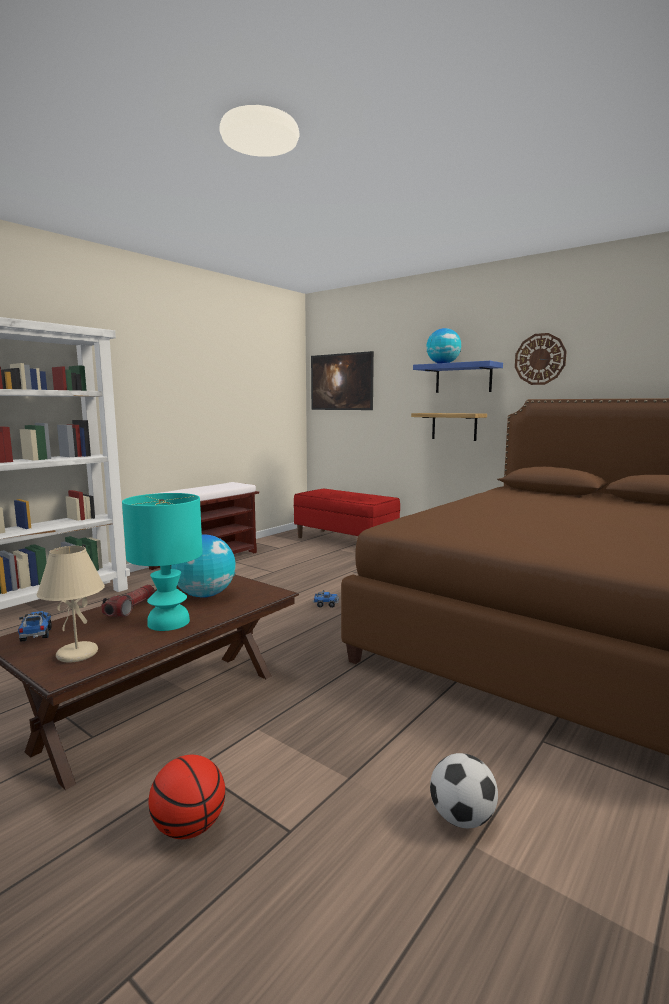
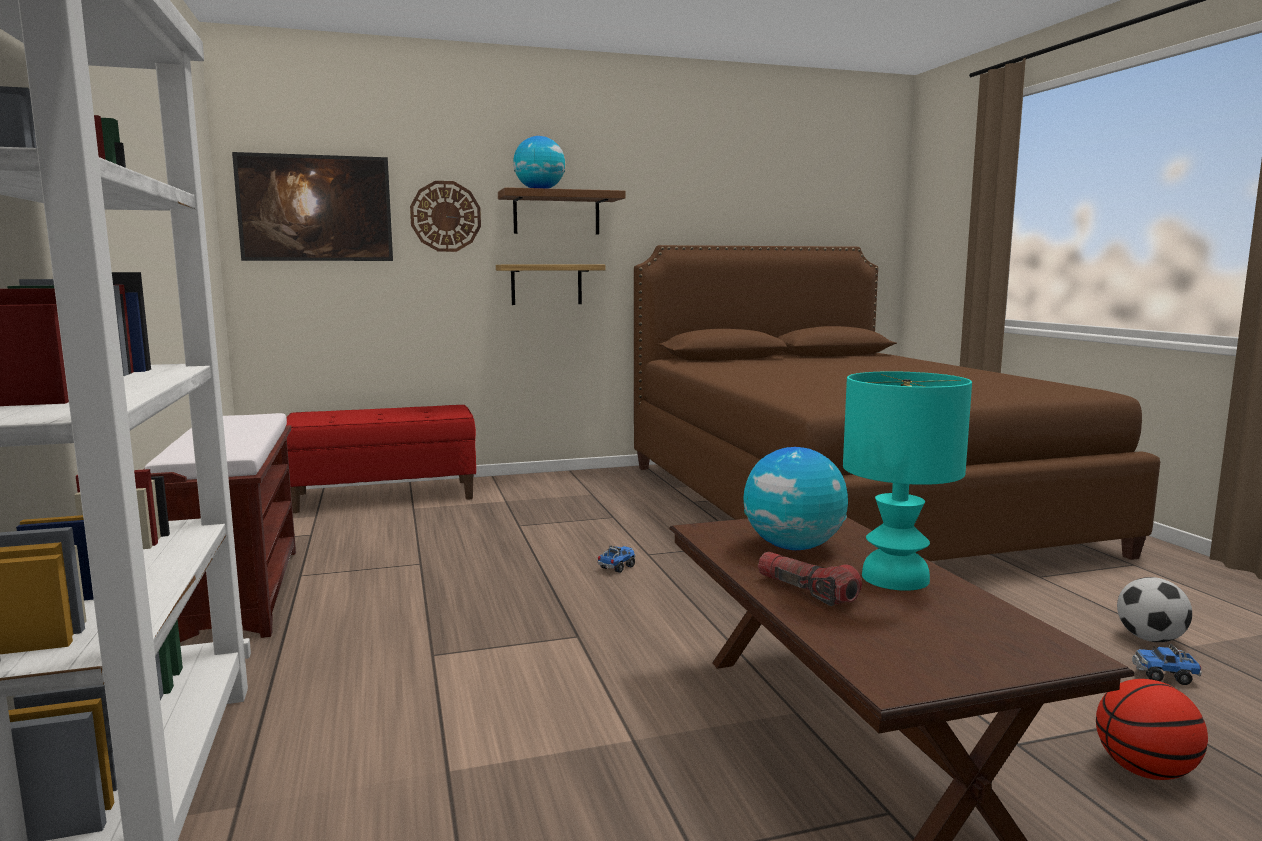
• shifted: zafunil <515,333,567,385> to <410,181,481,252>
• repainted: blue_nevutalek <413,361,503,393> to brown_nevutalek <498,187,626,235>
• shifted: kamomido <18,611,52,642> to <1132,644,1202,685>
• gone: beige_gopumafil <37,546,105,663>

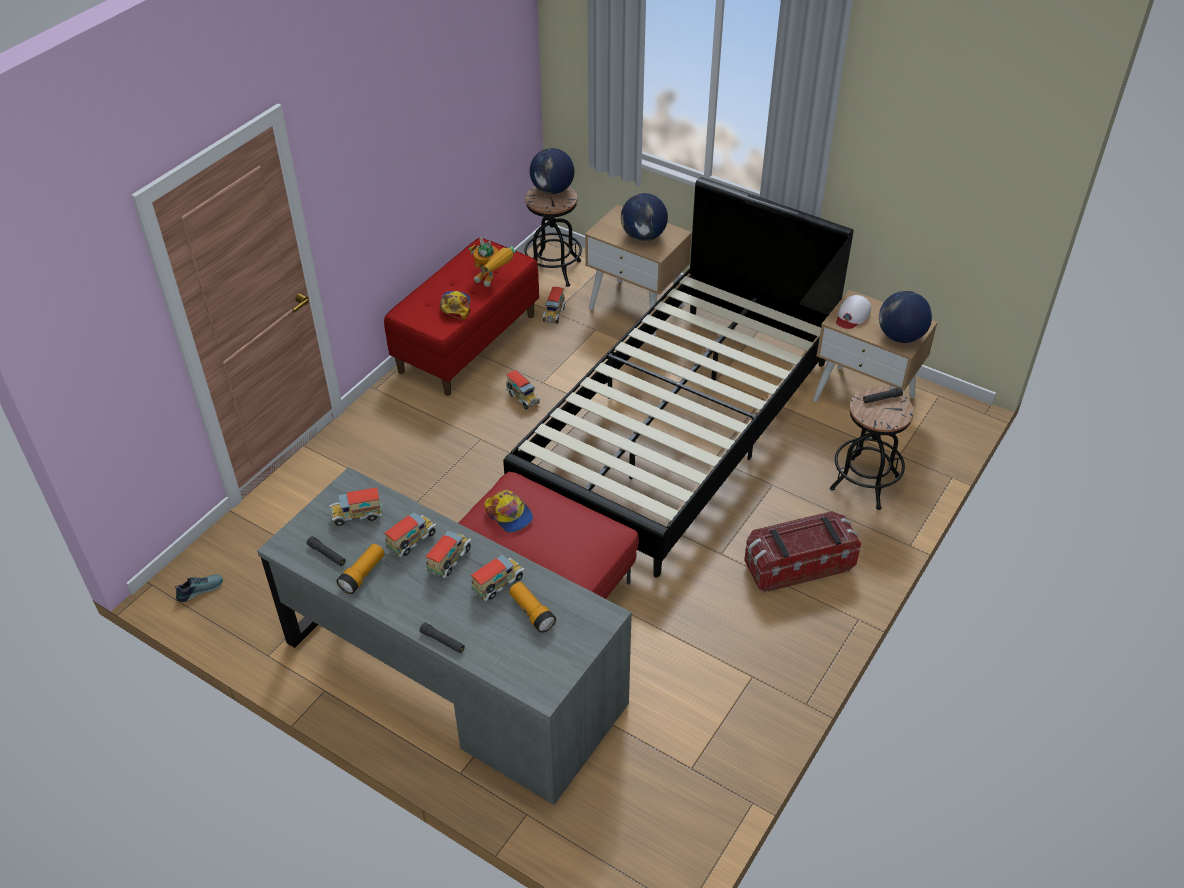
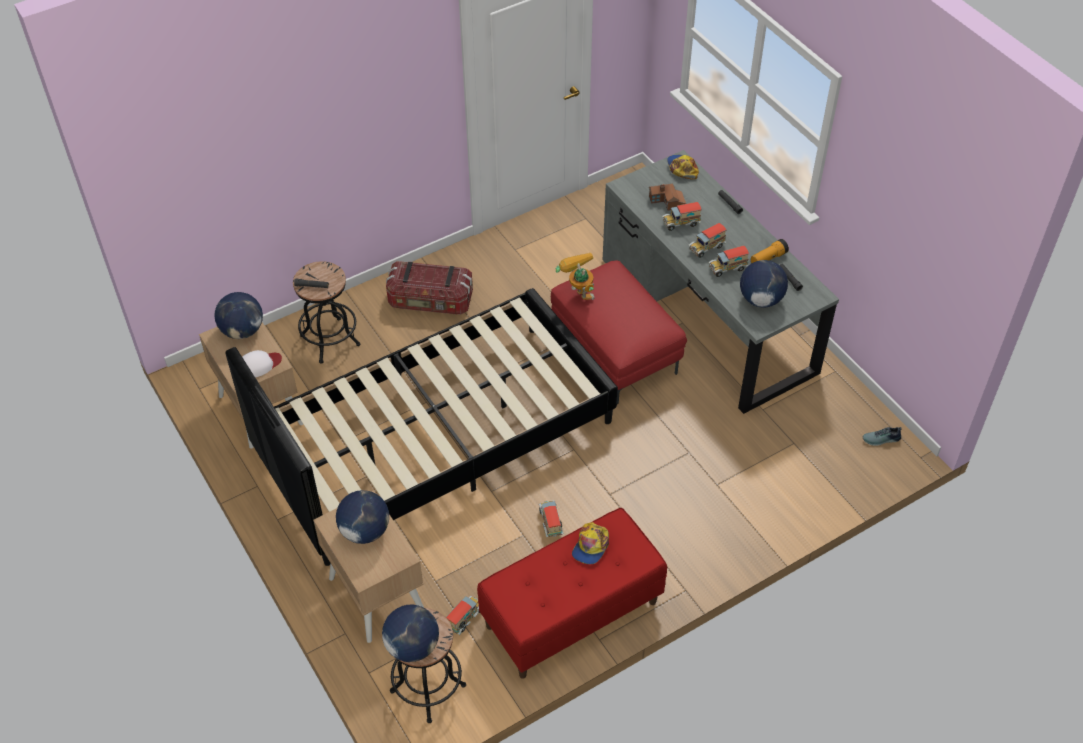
• shifted: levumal <469,237,516,287> to <556,253,595,300>
• swapped: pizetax <509,582,556,633> to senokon <649,184,686,211>
• shifted: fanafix <484,490,533,533> to <667,155,699,179>
• swapped: kamomido <329,487,382,526> to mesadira <740,260,788,308>

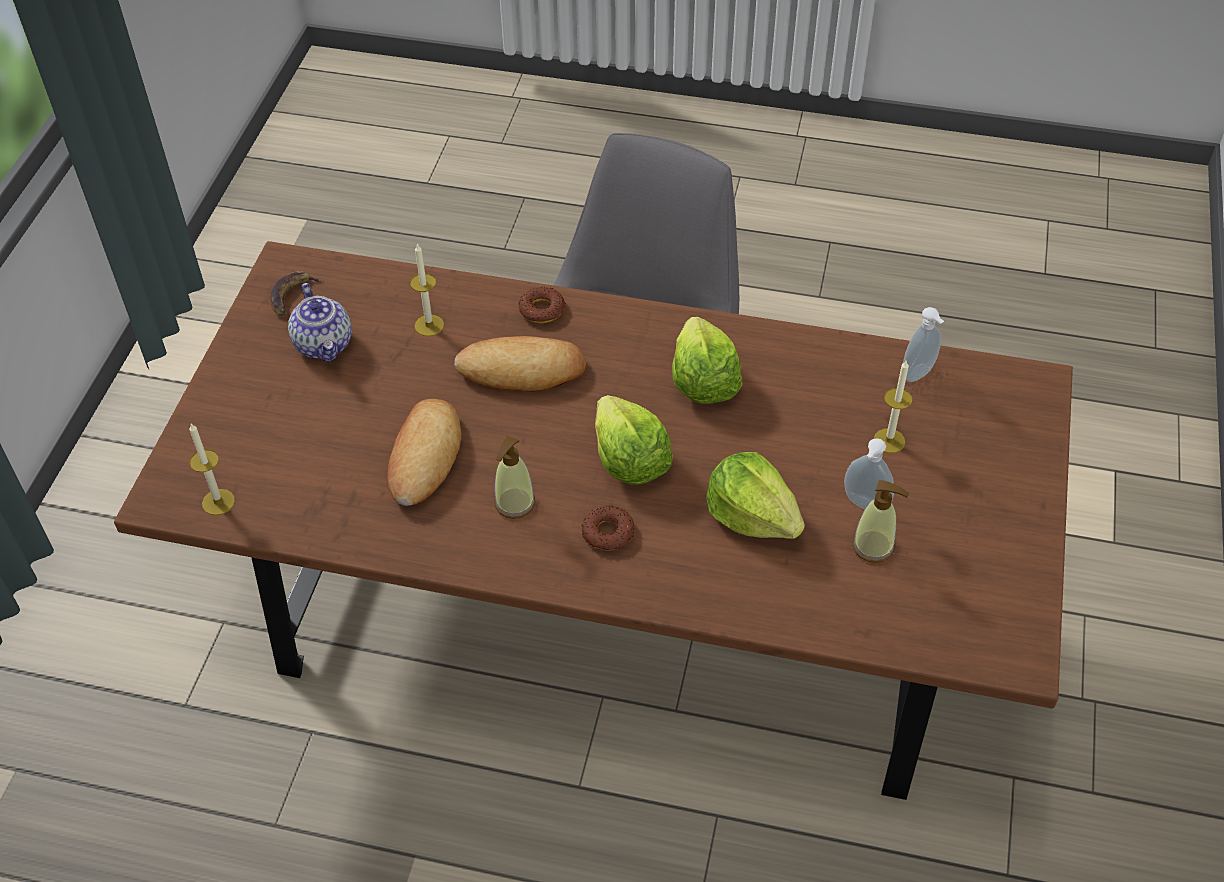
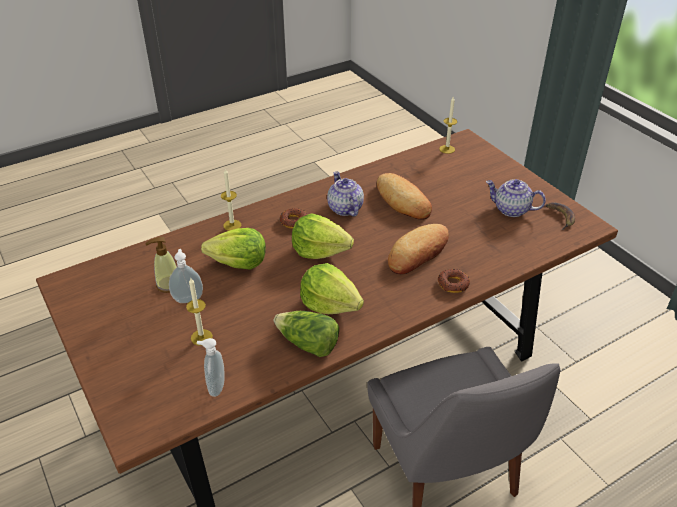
• shifted: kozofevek <410,243,444,336> to <221,169,241,231>
• new: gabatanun <274,311,339,357>
• swapped: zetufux <494,436,536,519> to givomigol <327,171,364,217>

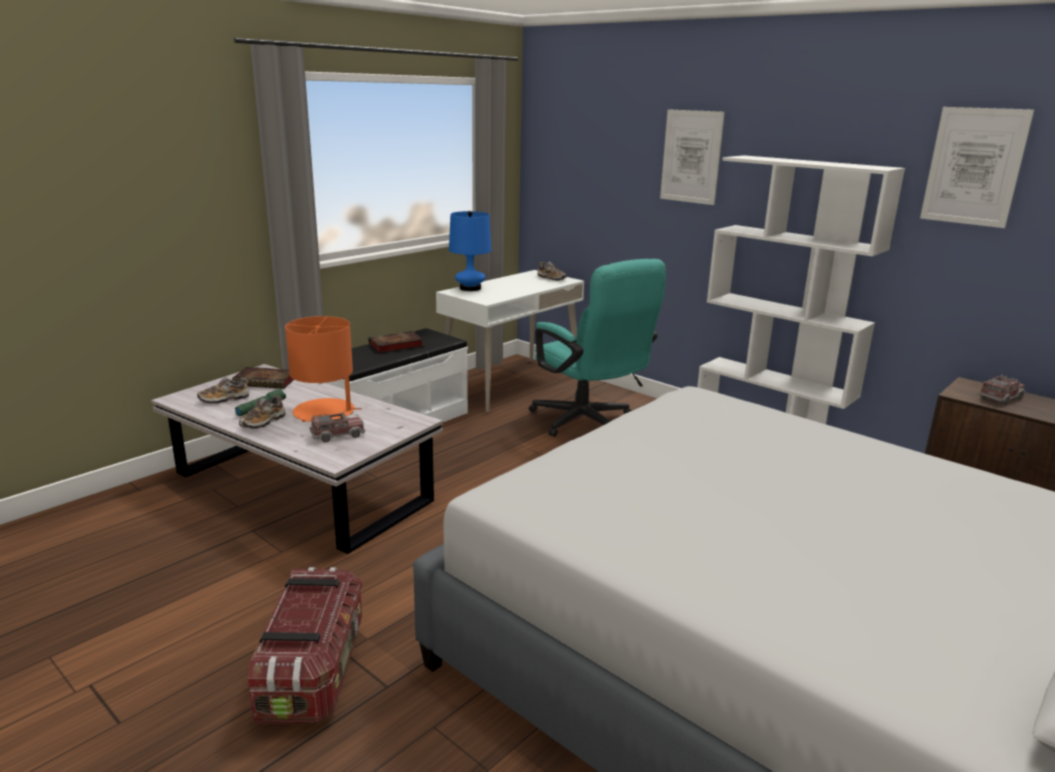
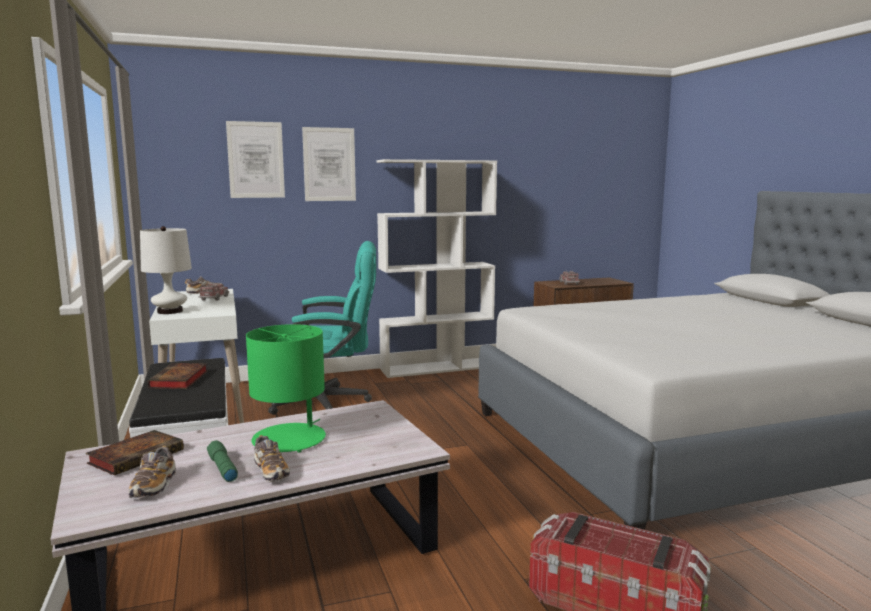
• repainted: blue_gopumafil <449,211,491,291> to white_gopumafil <140,226,192,314>
• shifted: kamomido <309,412,365,442> to <199,283,229,301>
• shifted: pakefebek <920,107,1034,228> to <226,121,285,198>
• repainted: orange_gopumafil <285,316,362,422> to green_gopumafil <246,324,326,453>

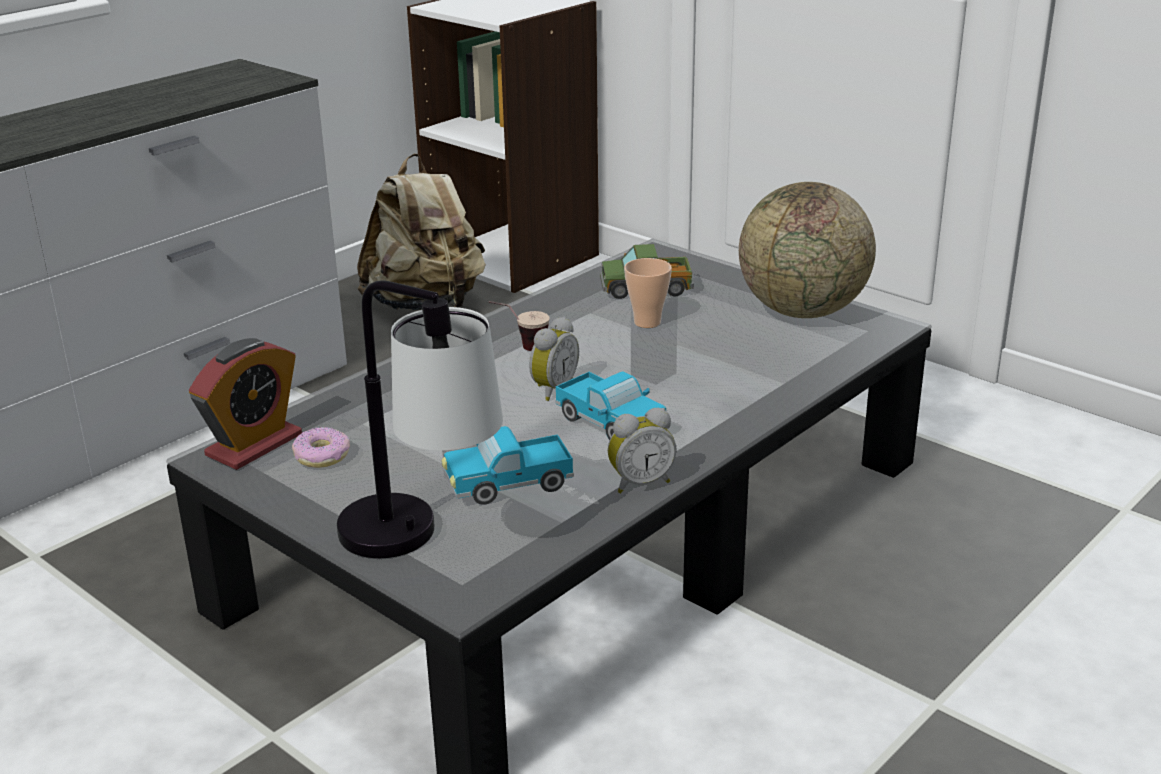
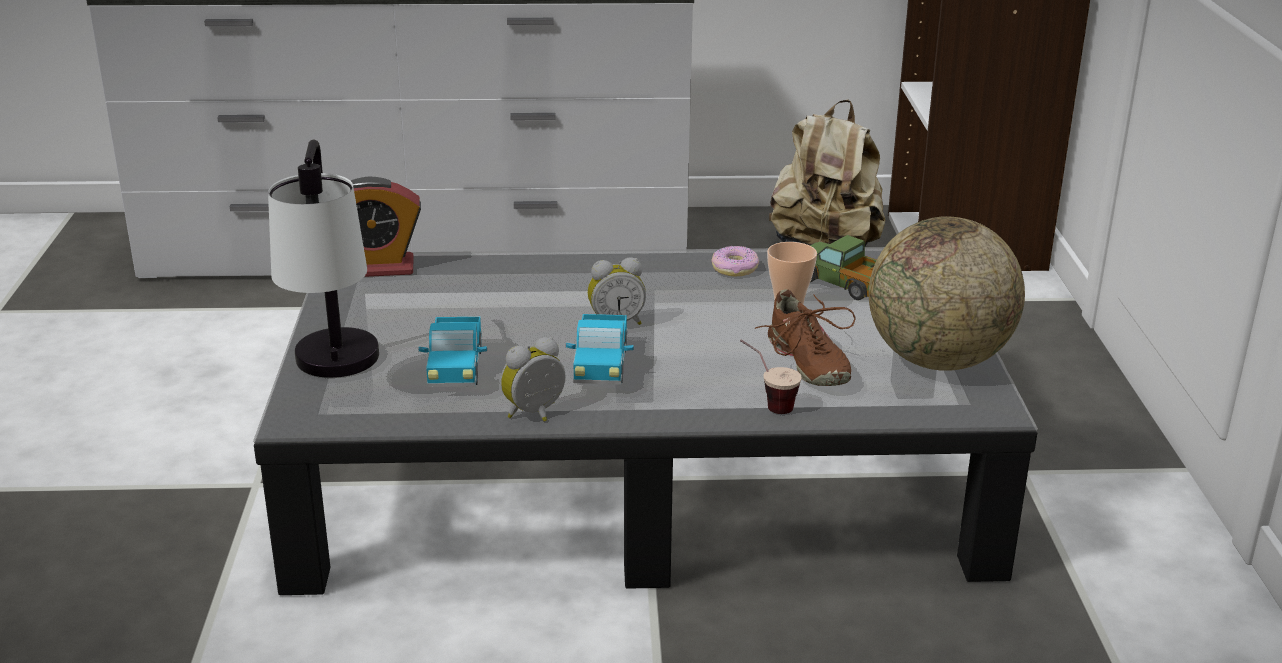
• rotated: kamomido <441,426,574,505> = <418,317,487,387> 120 degrees counterclockwise
• rotated: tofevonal <608,408,676,493> = <500,337,566,422> 120 degrees clockwise
• shifted: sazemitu <292,427,350,468> to <711,246,760,276>
• shifted: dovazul <488,301,550,351> to <740,340,802,414>
• new: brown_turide <755,289,856,386>

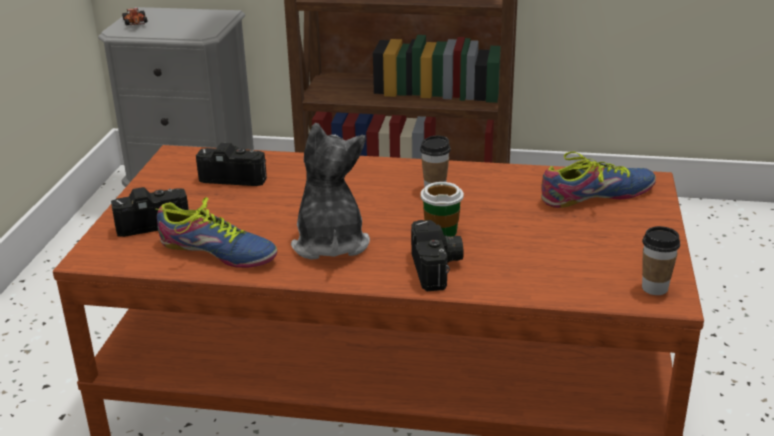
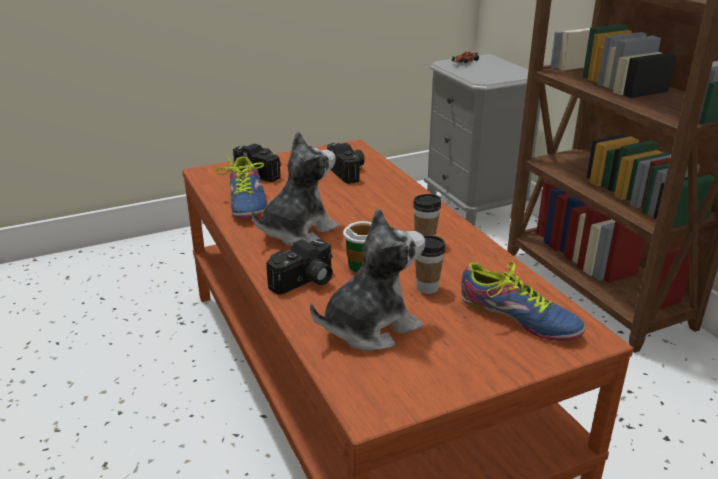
• new: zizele <310,208,425,351>
• shifted: dovazul <642,226,680,295> to <415,235,446,294>

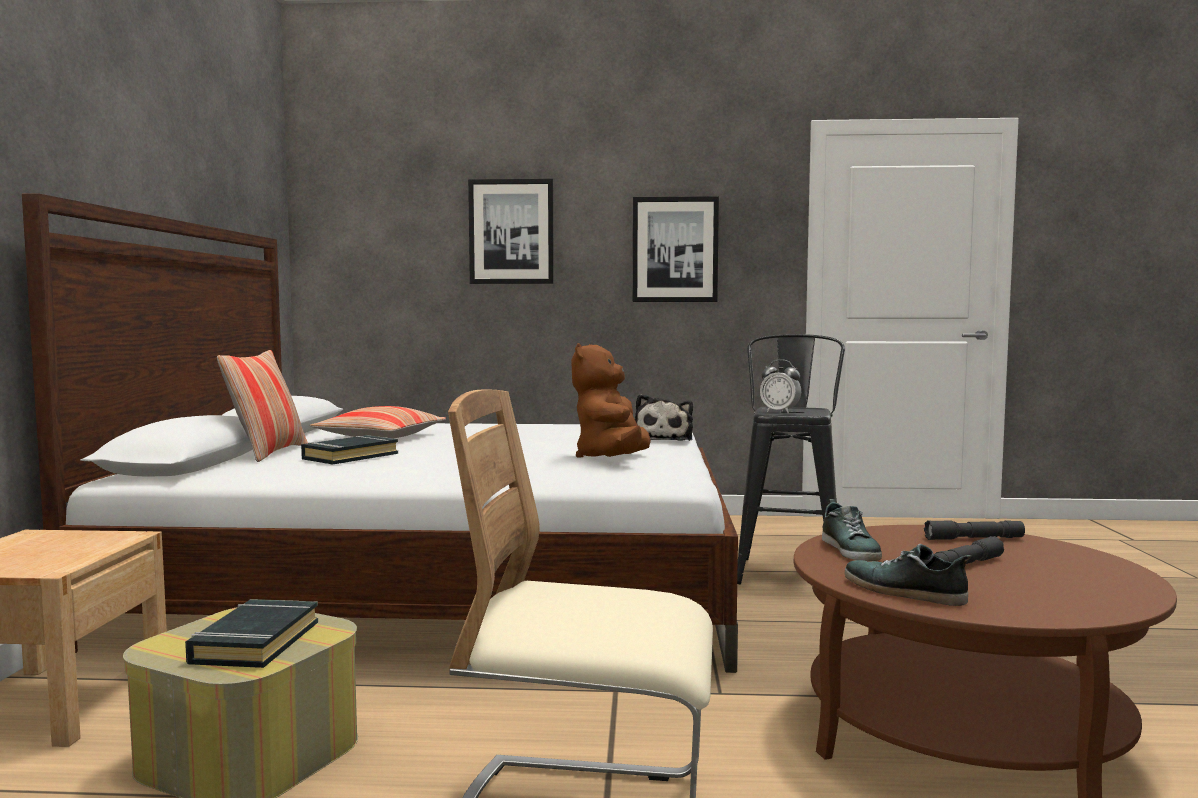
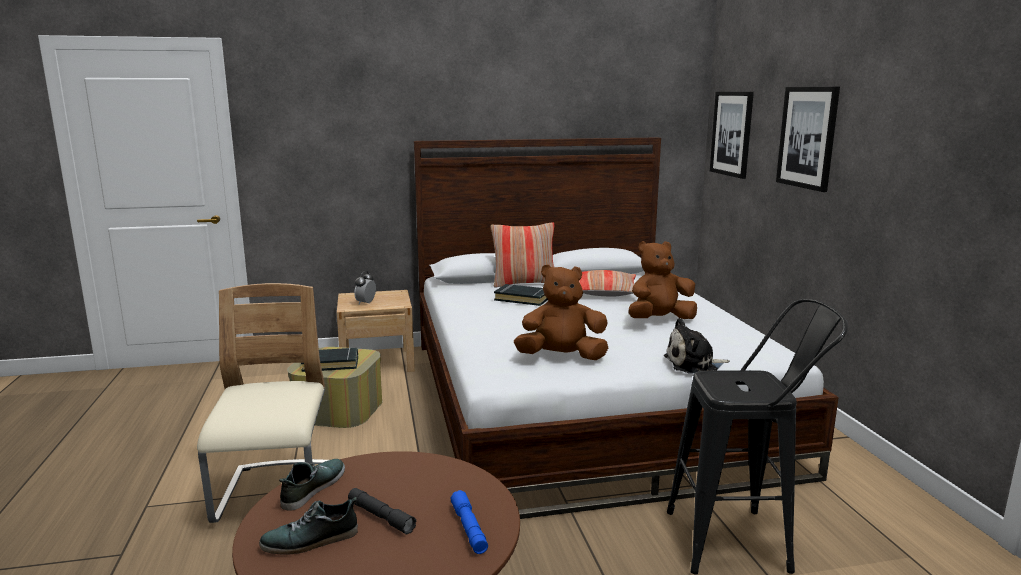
• shifted: turide <822,499,882,561> to <259,497,358,555>
• shifted: tofevonal <760,359,801,413> to <354,271,376,304>
• repainted: grey_pizetax <924,520,1025,540> to blue_pizetax <450,490,488,554>
• new: brown_zizele <629,241,697,319>
• shifted: pakefebek <633,196,719,302> to <710,92,754,179>

